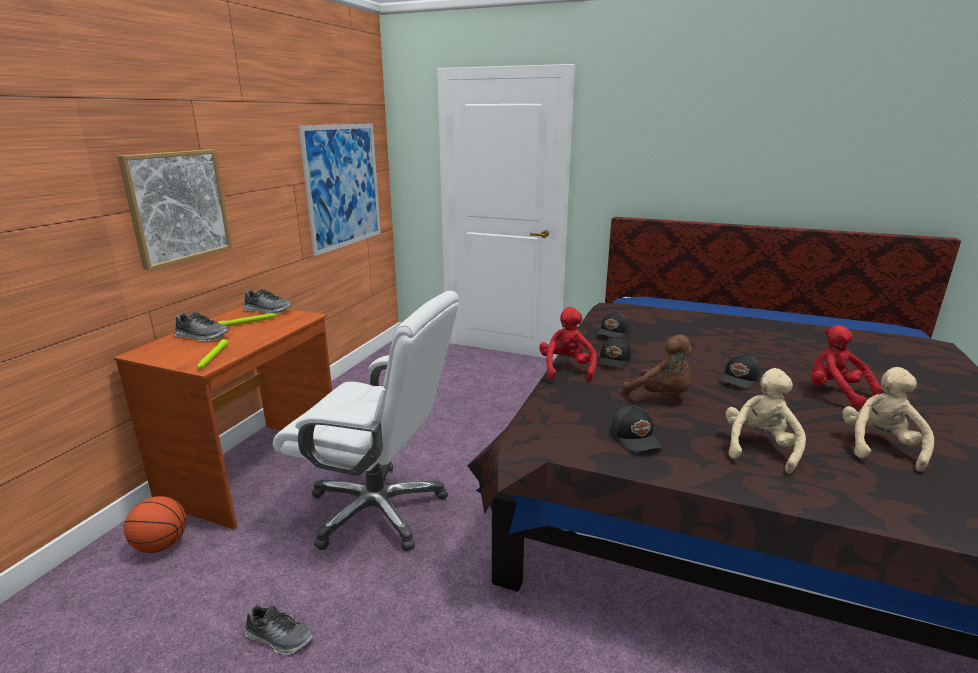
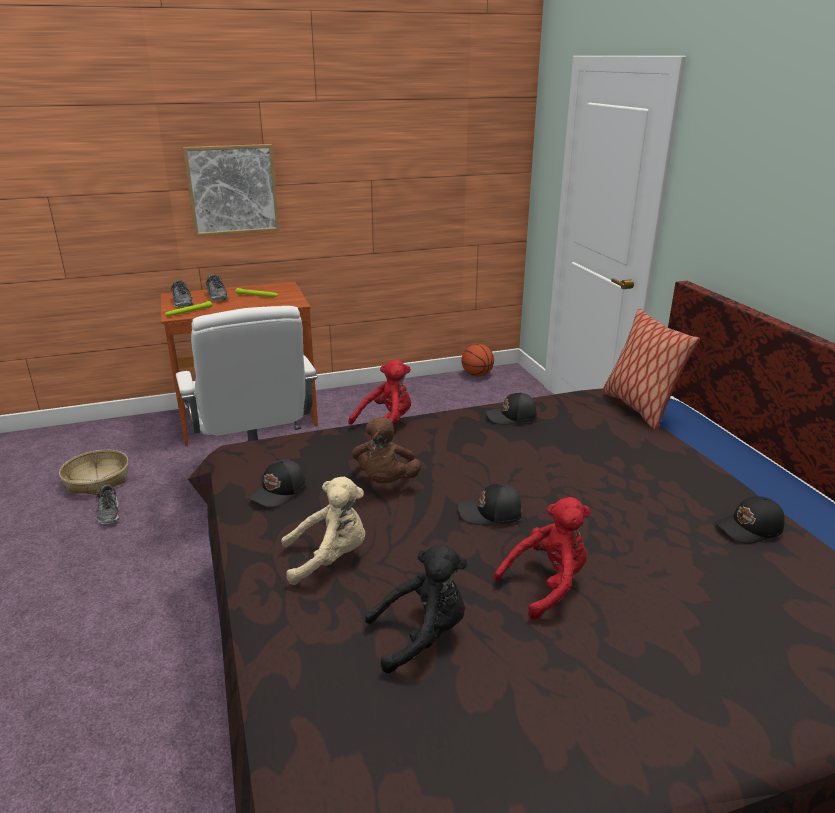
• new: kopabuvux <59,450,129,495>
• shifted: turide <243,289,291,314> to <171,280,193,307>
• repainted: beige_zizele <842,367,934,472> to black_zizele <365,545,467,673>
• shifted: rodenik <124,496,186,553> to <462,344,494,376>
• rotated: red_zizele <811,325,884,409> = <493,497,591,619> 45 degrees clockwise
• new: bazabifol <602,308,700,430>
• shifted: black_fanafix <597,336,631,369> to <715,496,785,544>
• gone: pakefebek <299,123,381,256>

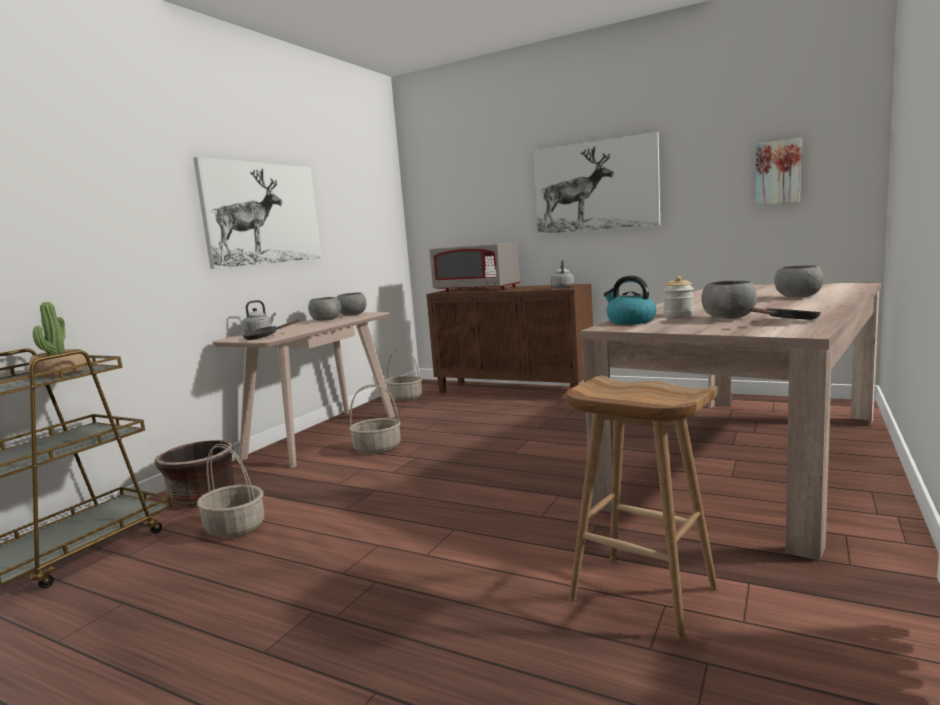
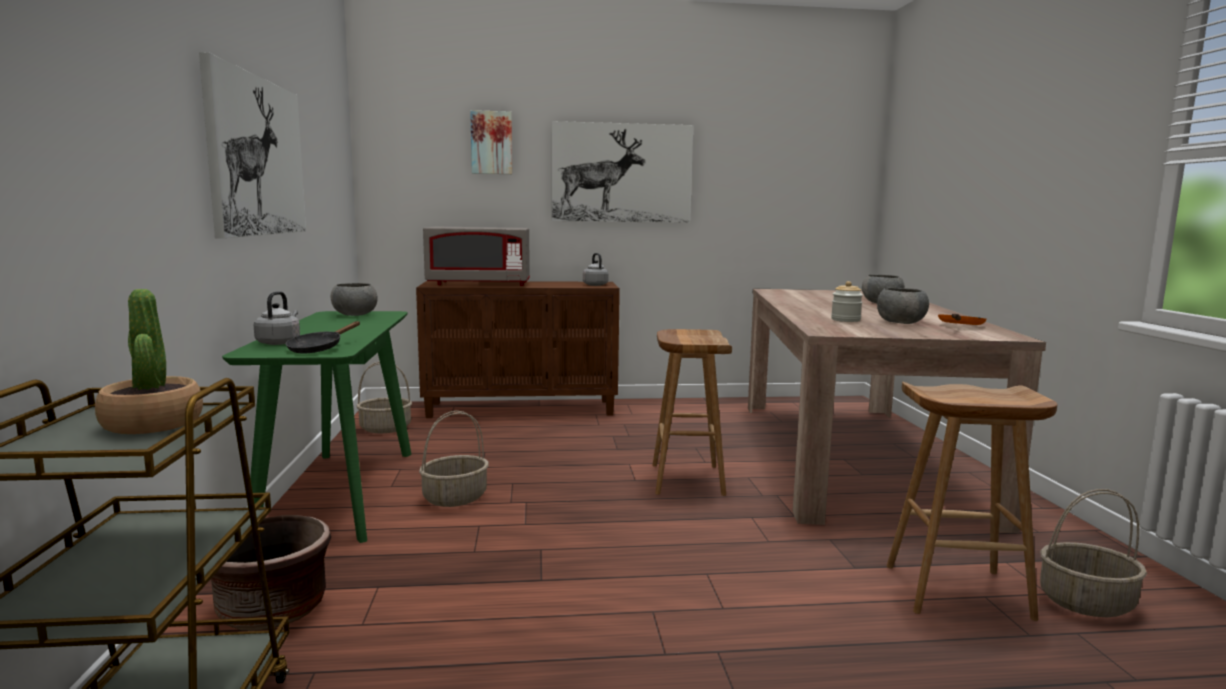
• repainted: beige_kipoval <212,312,395,468> to green_kipoval <222,311,412,543>
• shifted: pakefebek <756,138,801,205> to <470,110,512,174>
• new: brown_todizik <652,329,732,496>
• repainted: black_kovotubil <747,307,821,320> to orange_kovotubil <938,314,987,325>
• shifted: kopabuvux <197,444,264,538> to <1040,489,1147,617>
• gone: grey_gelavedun <308,297,341,321>
• gone: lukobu <604,275,656,325>

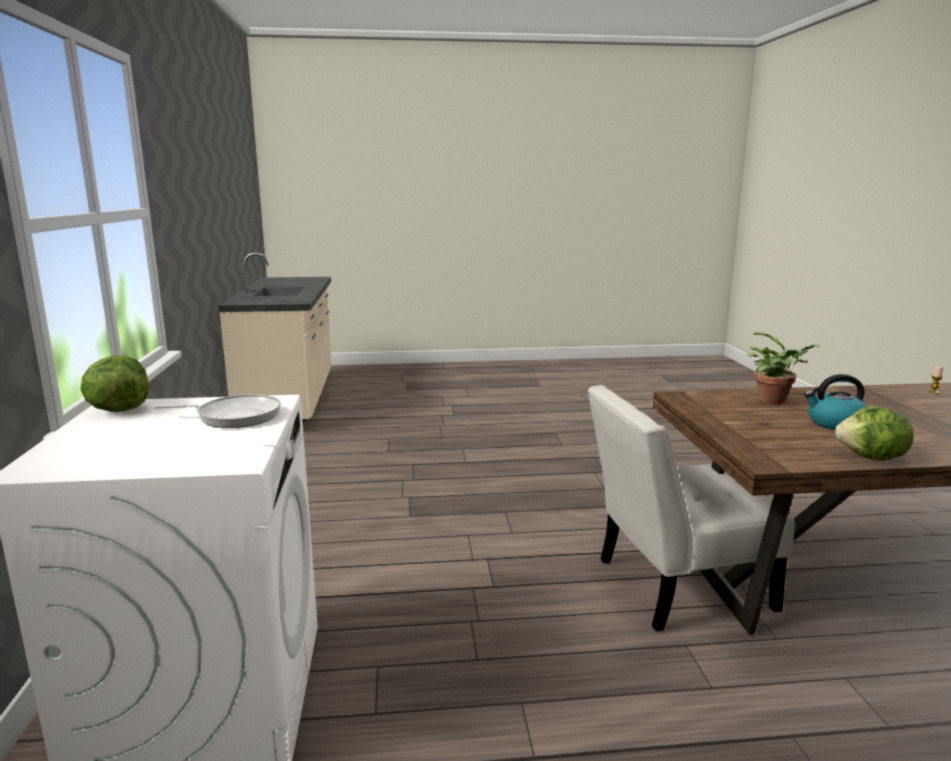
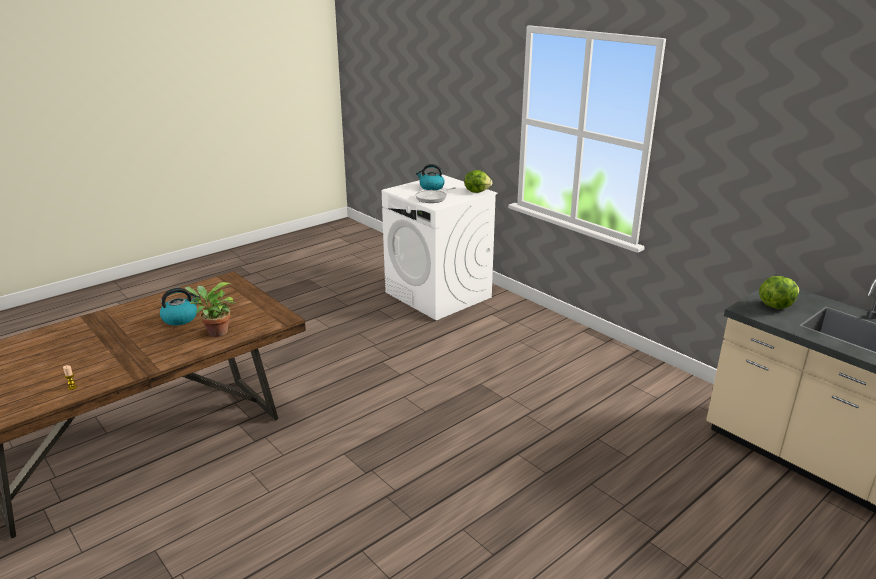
• new: lukobu <416,164,445,190>
• shifted: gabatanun <835,406,914,461> to <759,276,799,309>
• gone: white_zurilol <588,385,795,631>

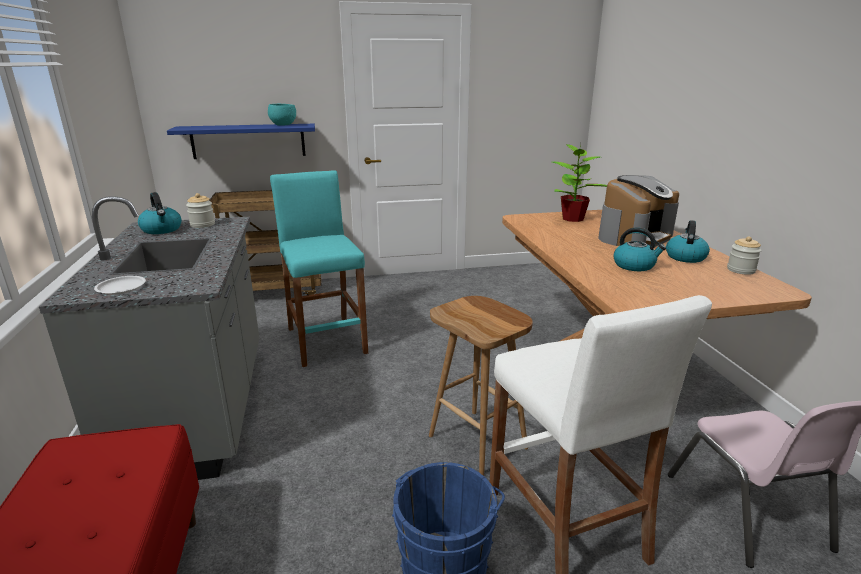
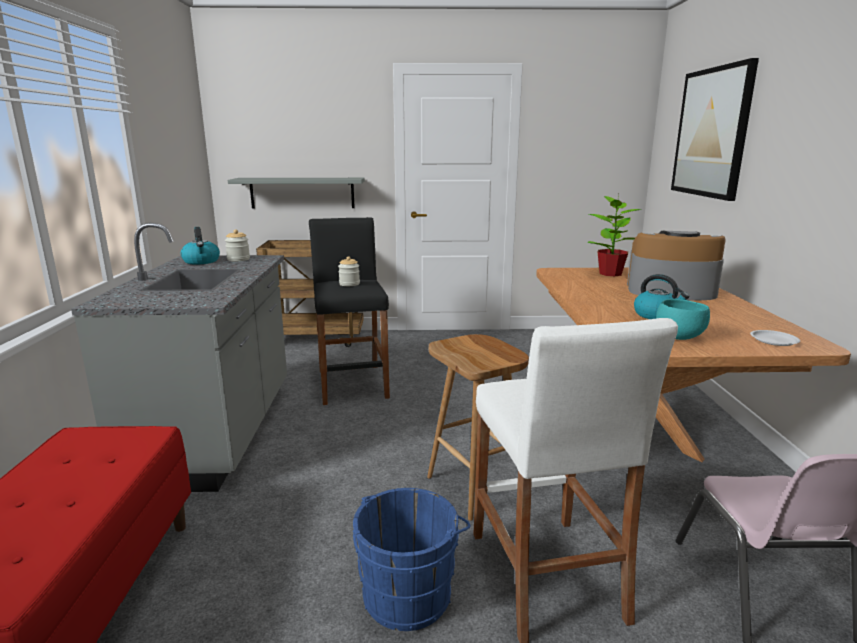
• repainted: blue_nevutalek <167,124,315,159> to grey_nevutalek <228,178,365,208>
• repainted: turquoise_todizik <270,170,368,367> to black_todizik <309,217,390,405>
• shifted: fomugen <727,236,762,275> to <338,257,360,286>
• rotated: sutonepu <598,175,679,247> = <627,231,726,301> 135 degrees counterclockwise
• shifted: turquoise_gelavedun <268,104,296,126> to <656,299,710,340>
• new: pakefebek <671,58,759,201>
• shifted: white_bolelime <94,276,146,295> to <750,330,800,346>
• gone: lukobu <666,220,710,263>

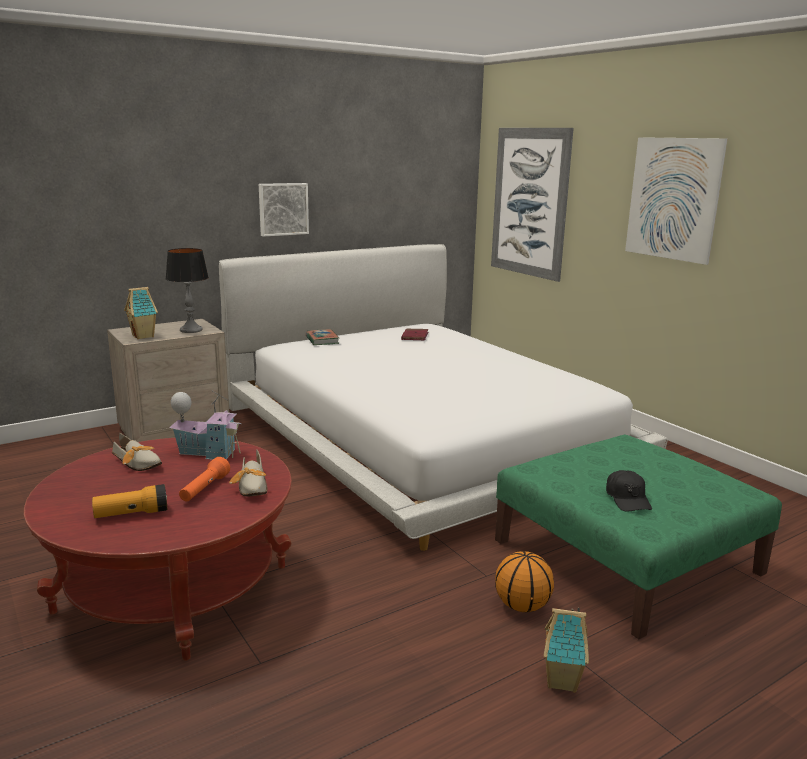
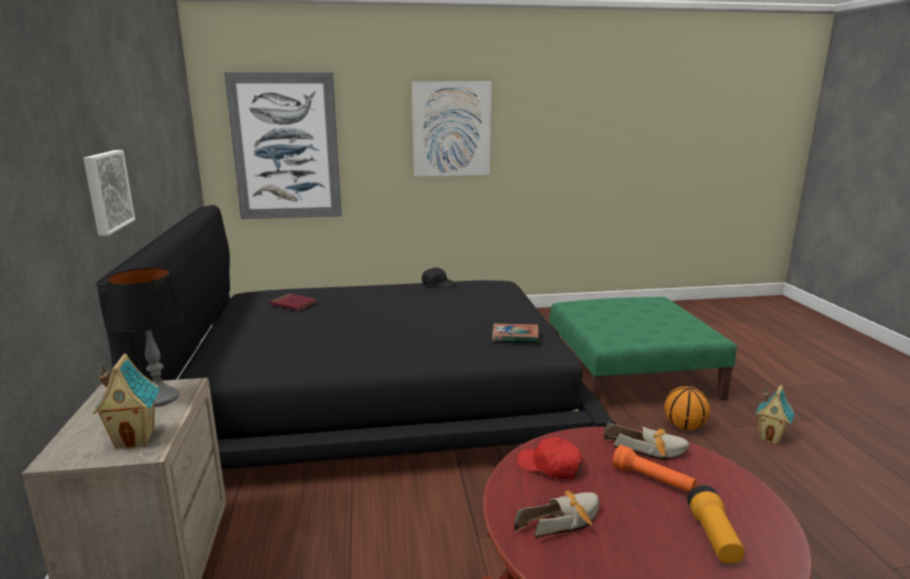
• repainted: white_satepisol <219,244,668,551> to black_satepisol <96,205,616,469>
• shifted: black_fanafix <606,470,652,511> to <422,268,456,288>
• shifted: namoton <306,329,339,345> to <492,323,539,344>
• swapped: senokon <169,391,242,460> to red_fanafix <517,437,583,480>

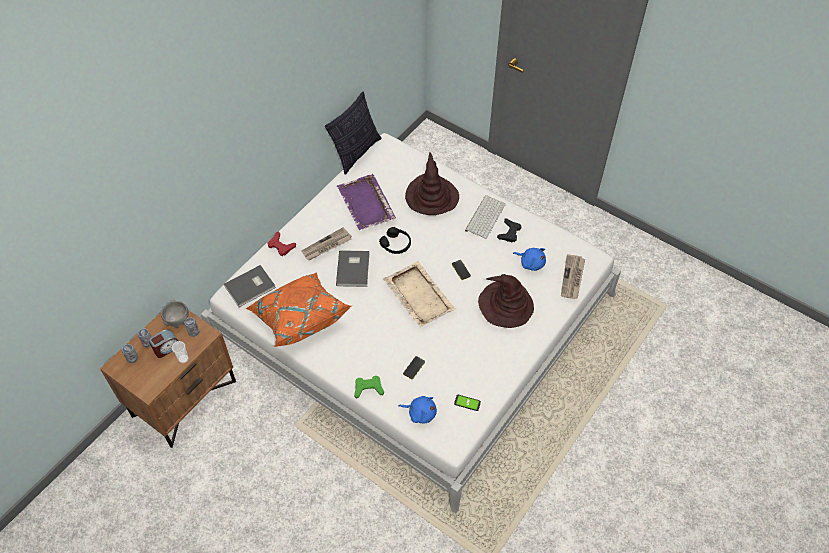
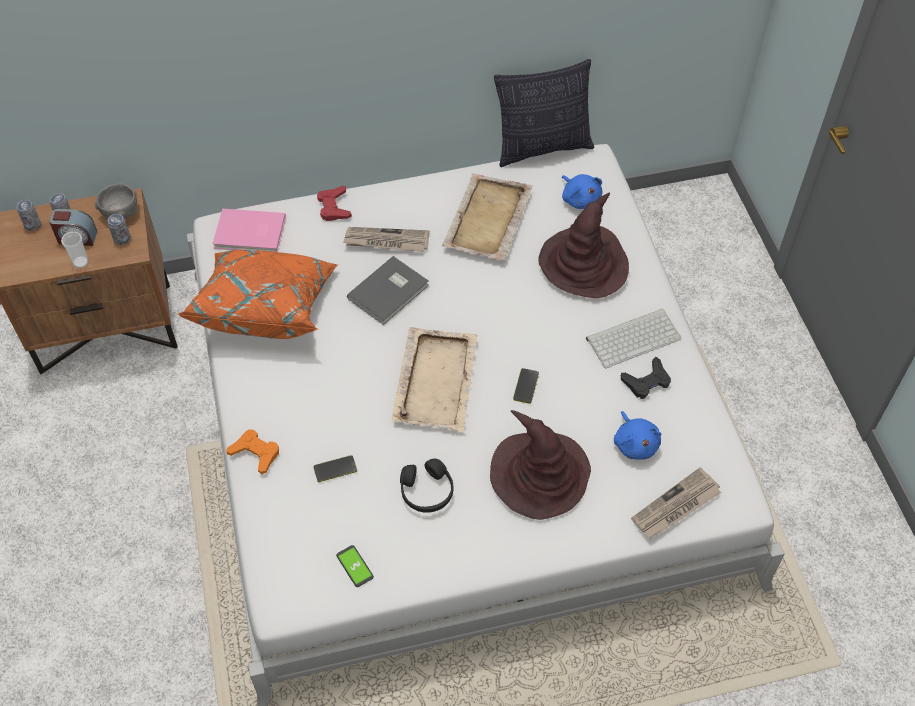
• repainted: grey_namoton <224,265,276,307> to pink_namoton <213,209,286,252>
• repainted: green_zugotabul <354,376,384,399> to orange_zugotabul <226,429,279,475>
• shifted: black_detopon <379,227,411,254> to <400,458,453,513>
• repainted: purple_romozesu <337,174,396,230> to beige_romozesu <442,173,533,261>
• shifted: blue_zizele <399,396,437,423> to <562,174,603,209>

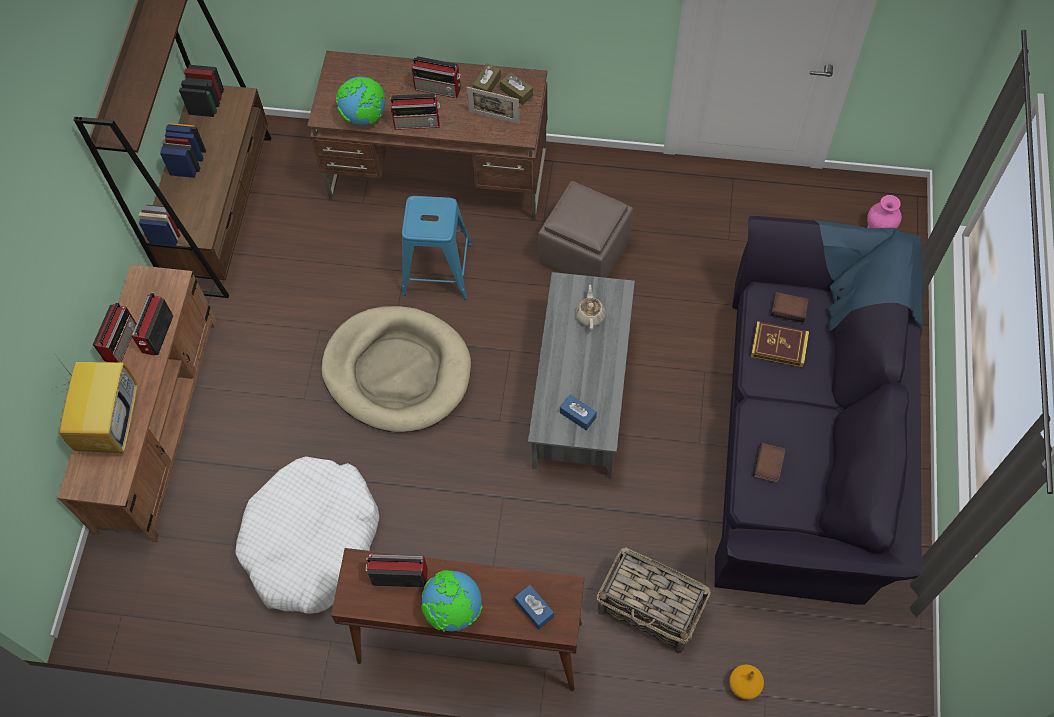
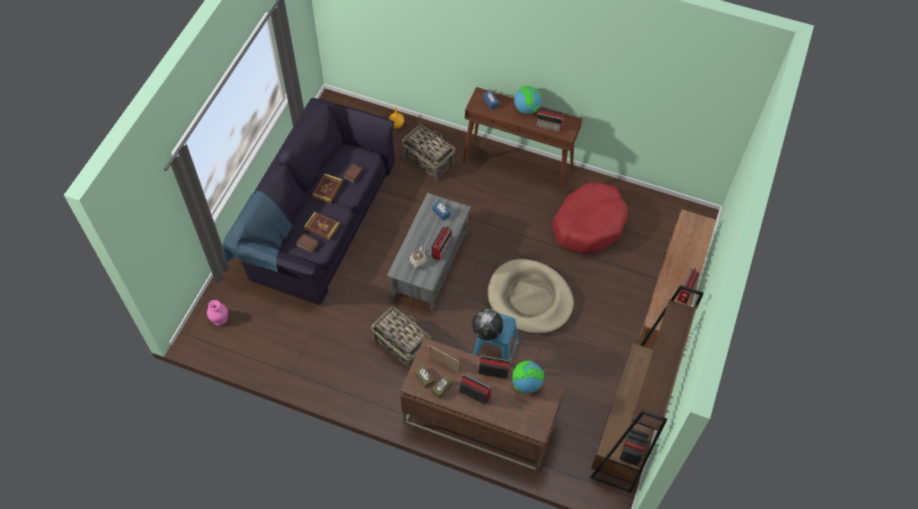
• new: namoton <312,173,343,204>
• swapped: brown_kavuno <538,181,633,278> to kopabuvux <371,305,431,371>
• shifted: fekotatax <131,292,173,356> to <431,226,452,260>
• new: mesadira <472,309,503,340>
• repainted: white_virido <235,456,379,614> to red_virido <553,182,628,254>
• gone: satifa <51,357,138,453>

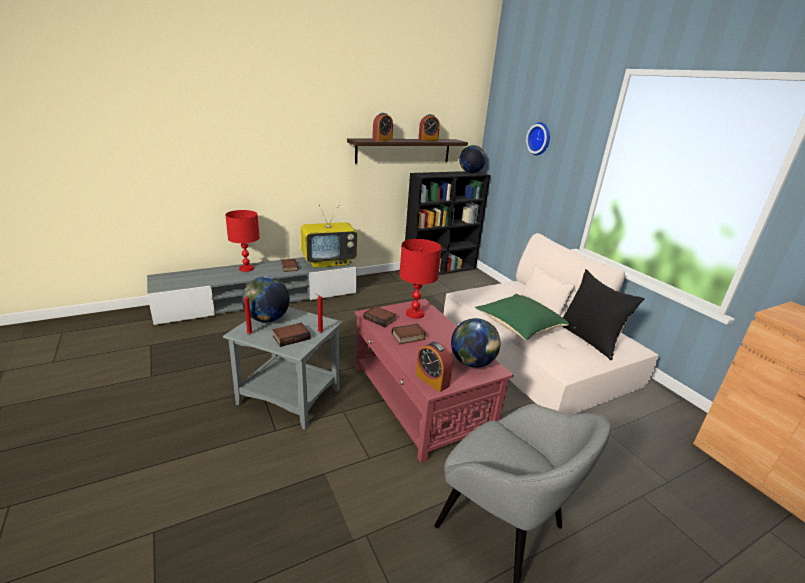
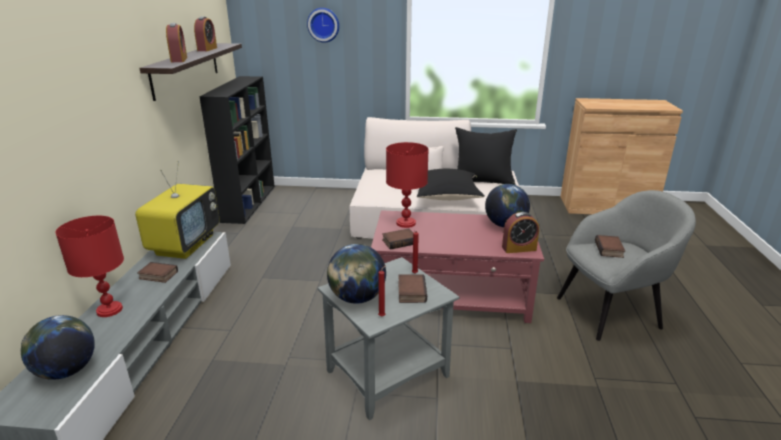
• shifted: mesadira <459,145,486,173> to <21,315,95,380>
• repainted: green_bazabifol <475,294,570,341> to black_bazabifol <417,169,485,200>
• shifted: namoton <392,324,426,344> to <595,235,625,258>

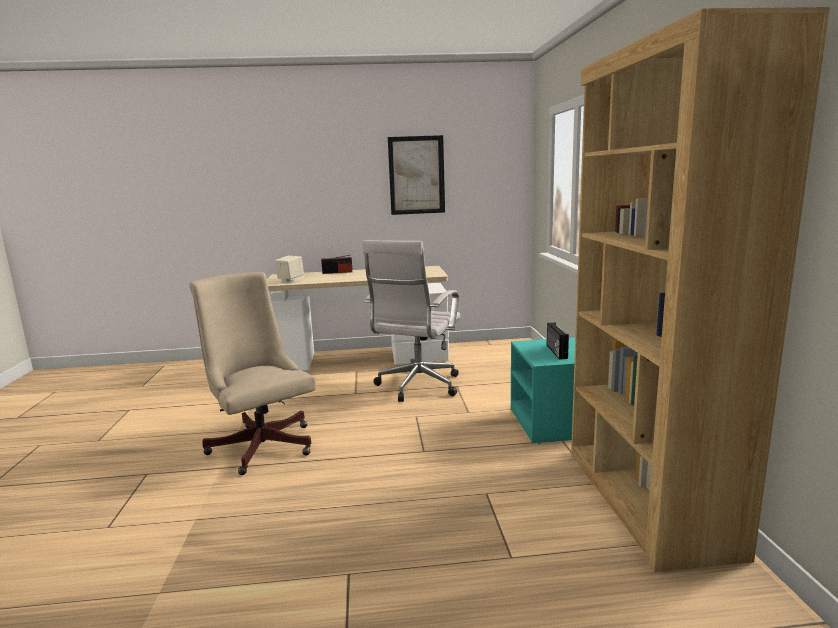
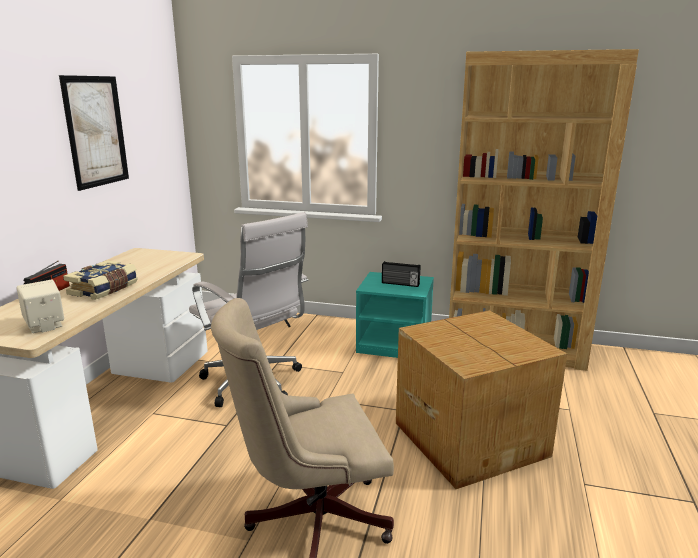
• new: namoton <63,260,138,300>
• new: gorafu <396,310,567,489>

